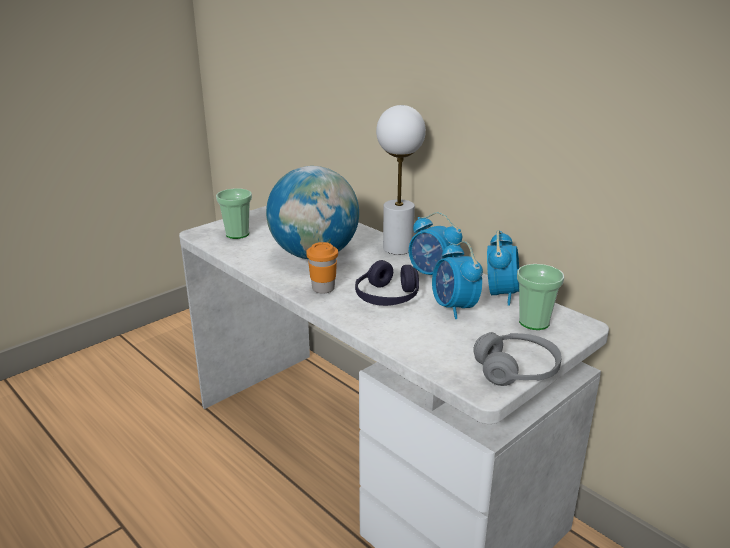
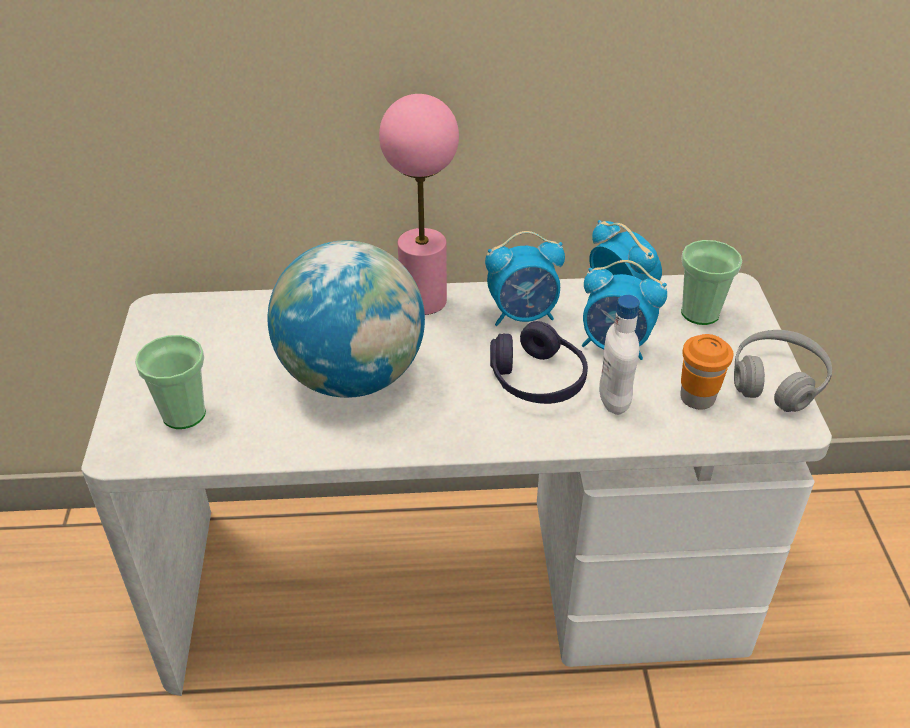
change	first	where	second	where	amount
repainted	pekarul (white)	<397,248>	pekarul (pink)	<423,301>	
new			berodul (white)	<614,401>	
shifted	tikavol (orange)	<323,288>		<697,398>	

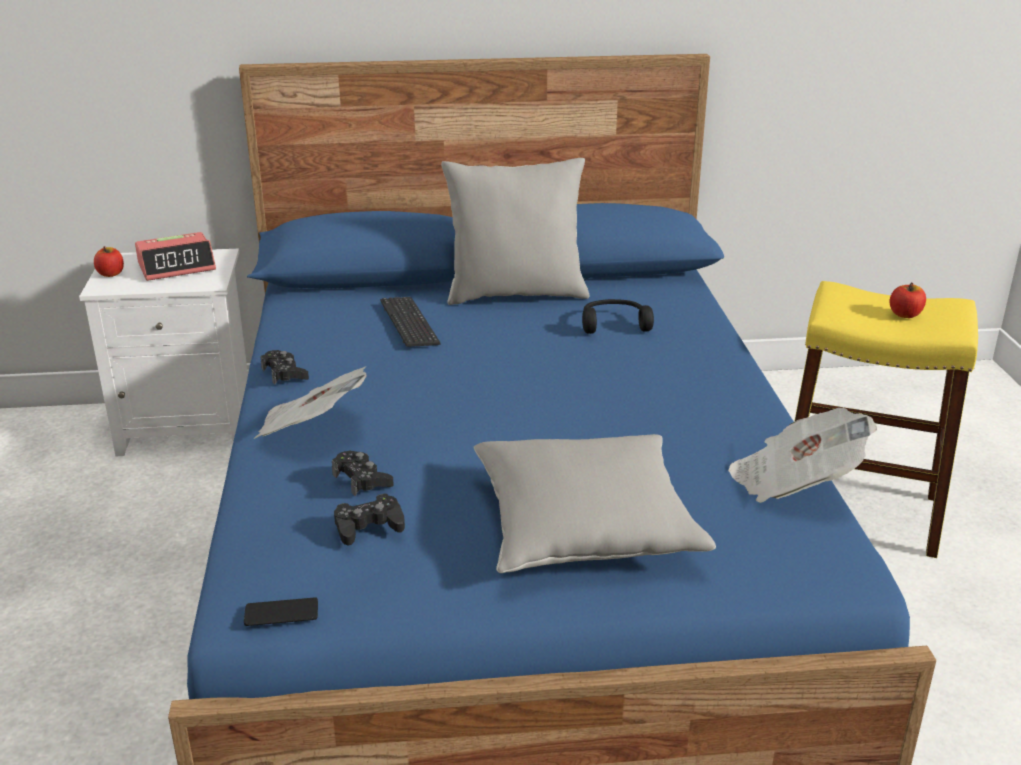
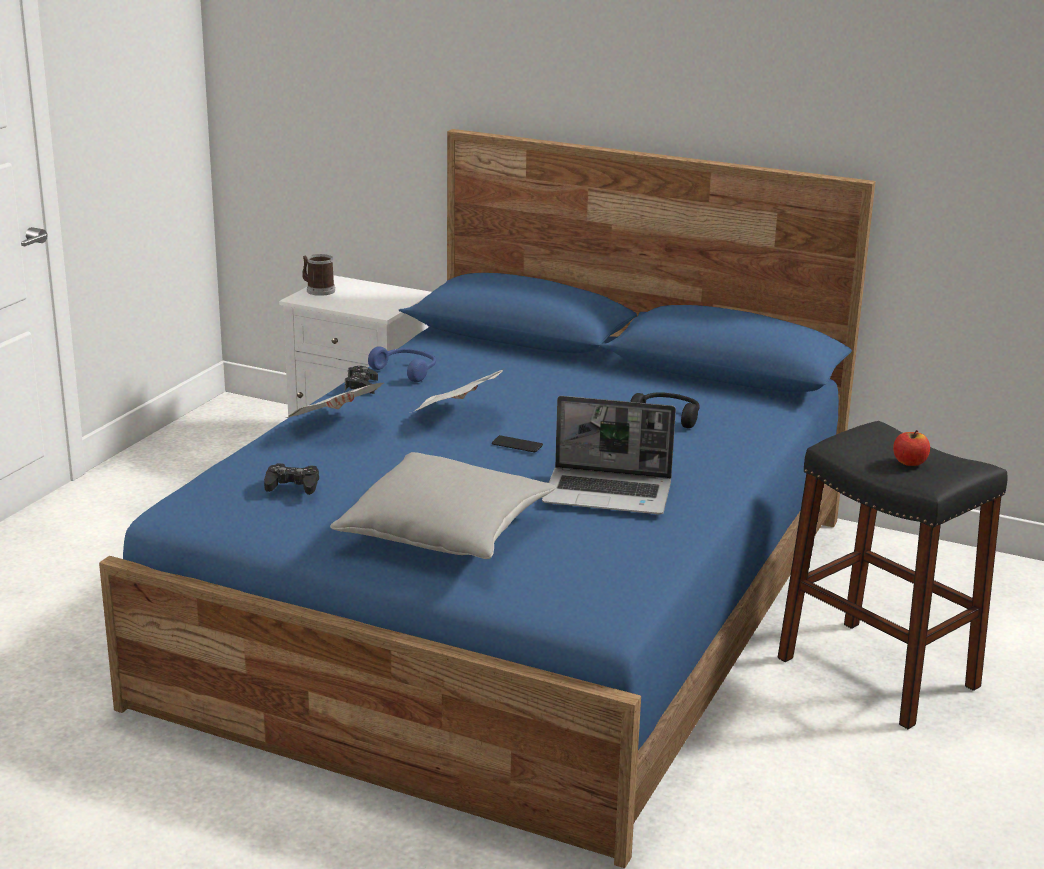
change	first	where	second	where	amount
swapped	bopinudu	<111,274>	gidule	<318,290>	
new			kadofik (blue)	<407,371>	
shifted	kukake	<794,483>		<456,415>	
shifted	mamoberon	<281,613>		<517,445>	
new			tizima	<609,494>	
repainted	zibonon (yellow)	<857,511>	zibonon (black)	<877,672>	
gone	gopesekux	<177,266>			
gone	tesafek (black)	<362,479>			
gone	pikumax	<409,324>			
gone	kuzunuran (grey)	<516,294>			

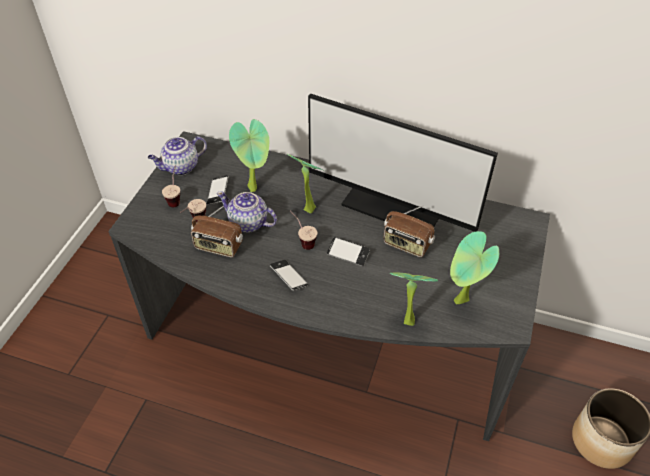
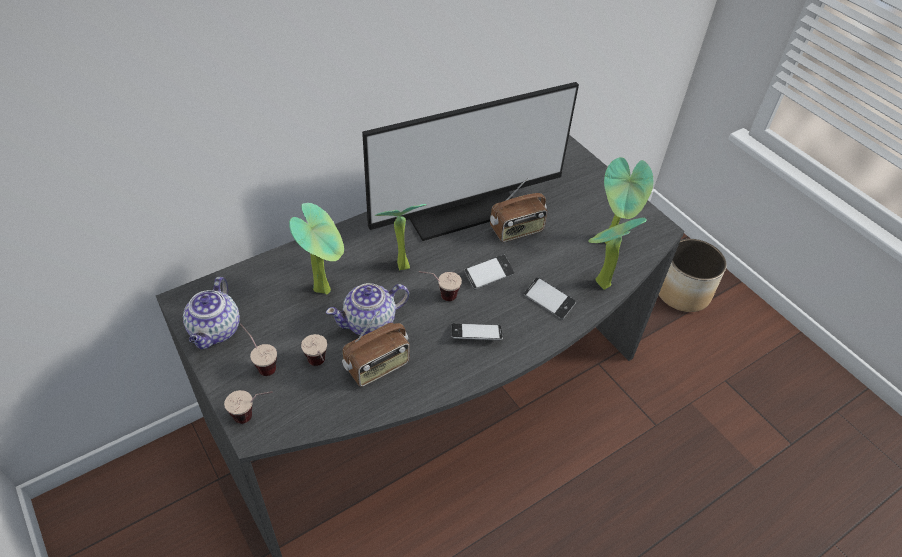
change	first	where	second	where	amount
new			tikavol	<254,416>	
shifted	mamoberon	<218,192>		<548,301>	

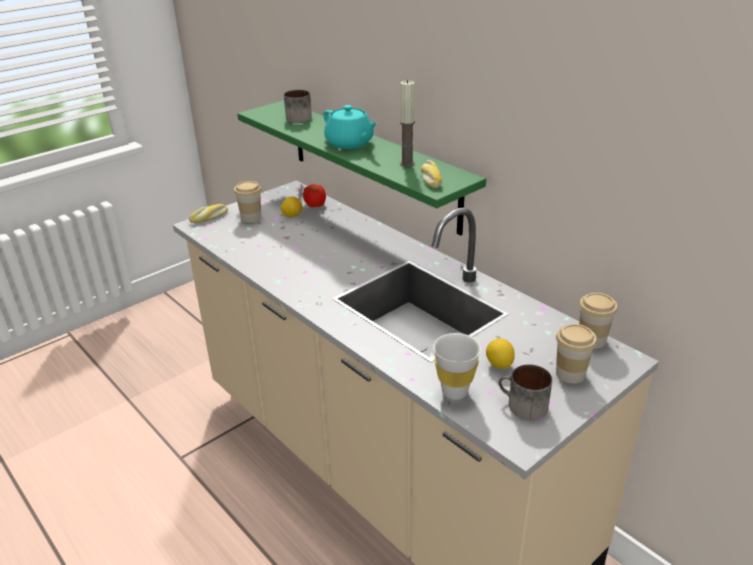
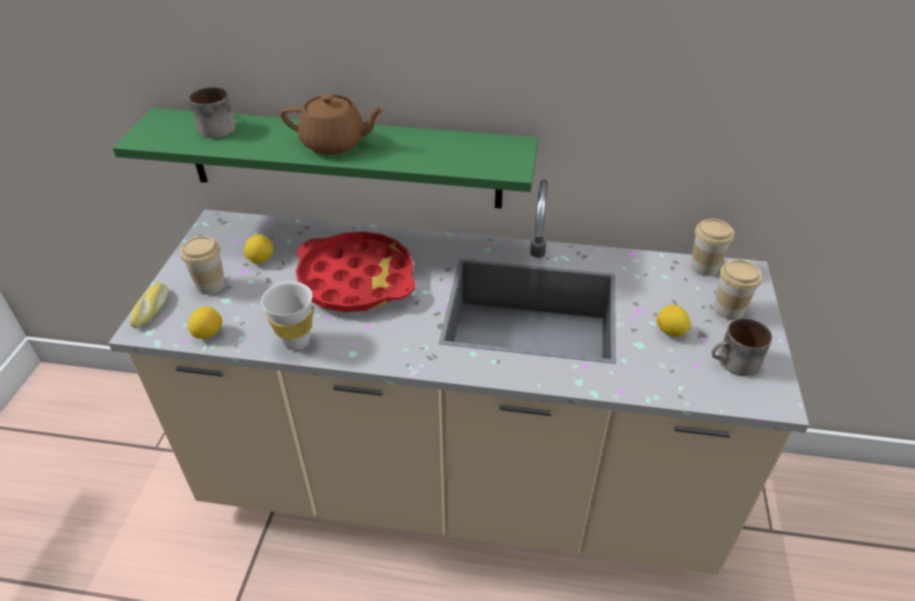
change	first	where	second	where	amount
new			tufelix	<208,333>	
shifted	tikavol (white)	<454,391>		<296,341>	
repainted	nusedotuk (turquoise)	<350,143>	nusedotuk (brown)	<335,143>	
new			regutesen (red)	<356,280>	
gone	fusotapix	<314,205>			
gone	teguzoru	<407,163>			
gone	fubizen	<430,179>			

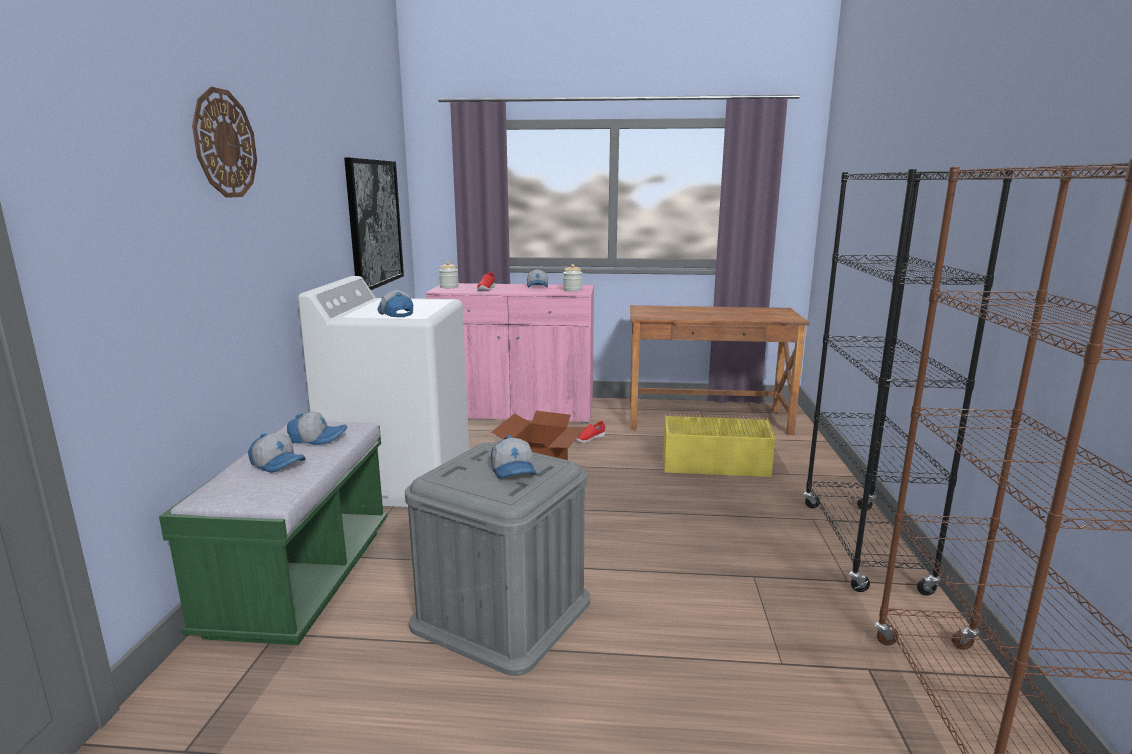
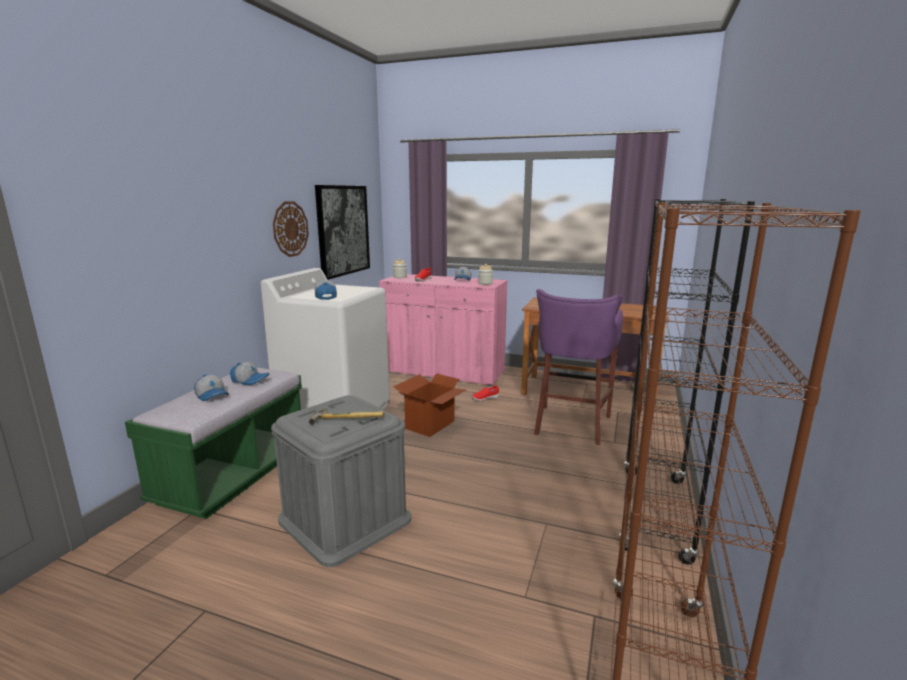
change	first	where	second	where	amount
shifted	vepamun	<224,144>		<290,229>	
swapped	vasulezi	<514,470>	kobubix	<348,418>	
swapped	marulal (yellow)	<711,460>	zibonon (purple)	<571,425>	

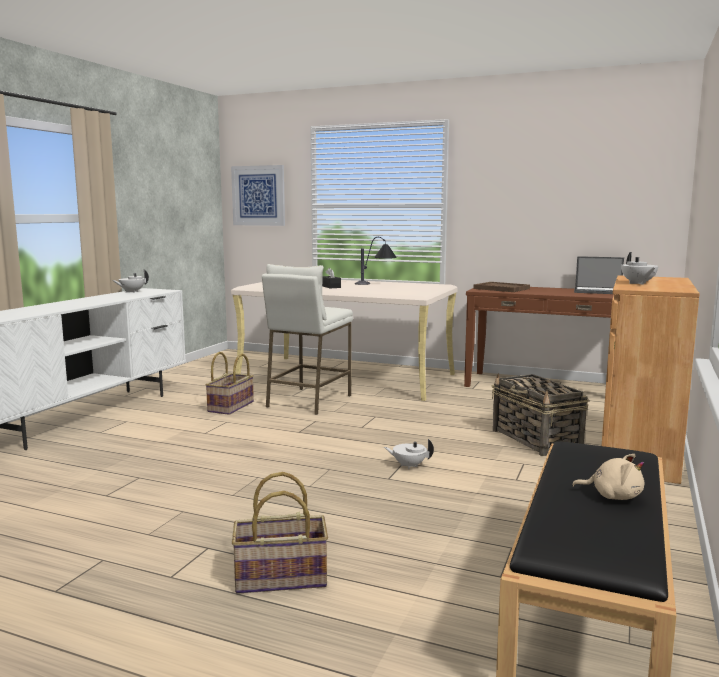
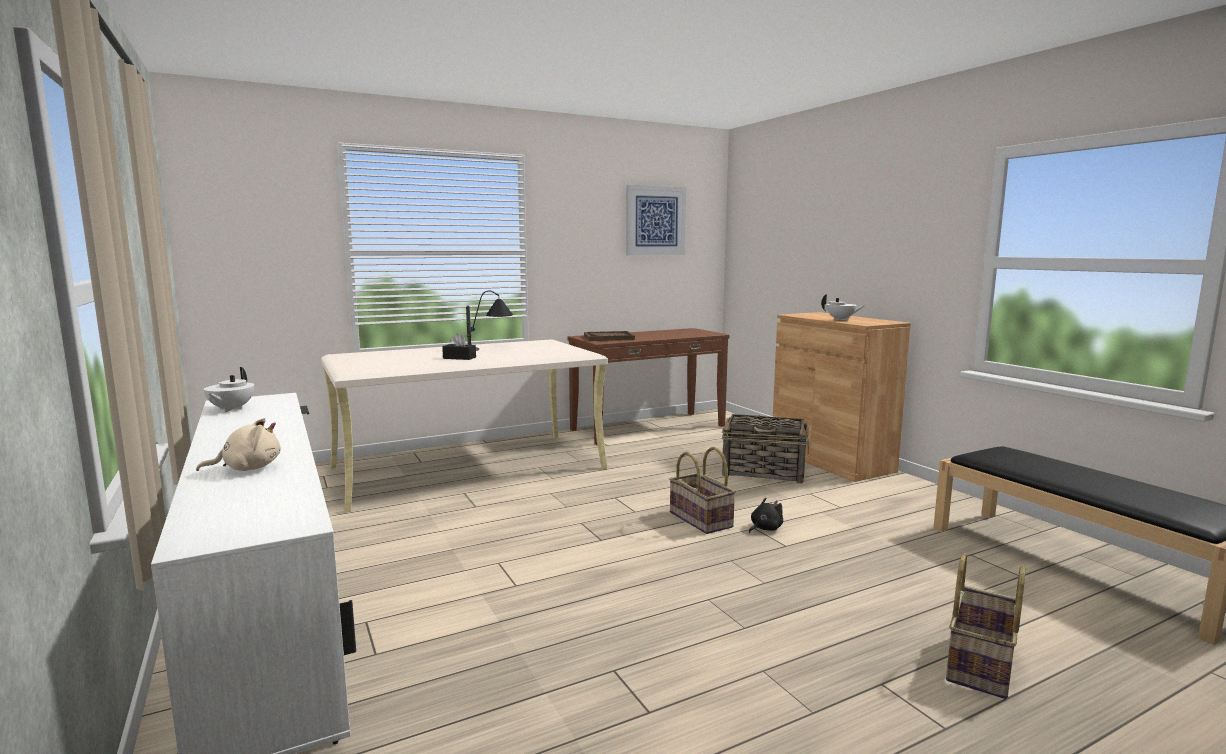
change	first	where	second	where	amount
shifted	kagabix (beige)	<612,496>		<248,468>	
shifted	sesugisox	<258,195>		<655,221>	
shifted	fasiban	<231,407>		<701,519>	
swapped	nusedotuk (white)	<409,466>	kagabix (black)	<765,528>	
gone	zibonon (white)	<308,401>			
gone	tizima	<599,291>			

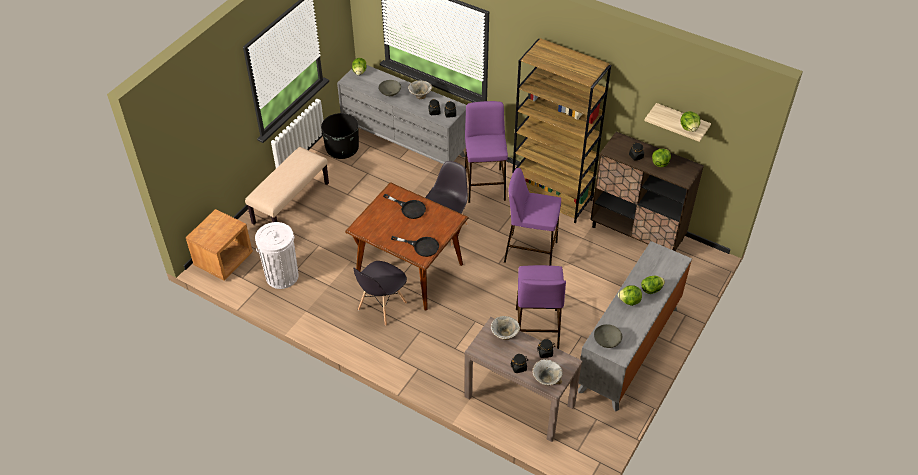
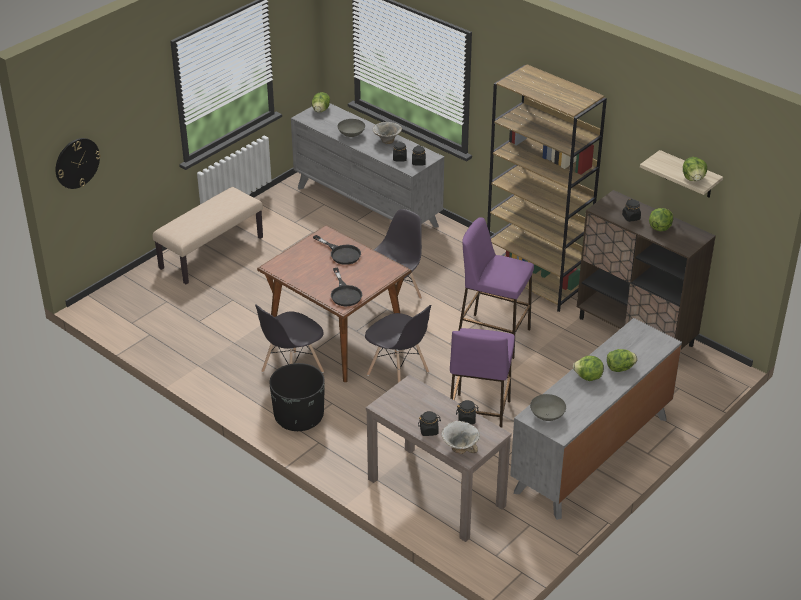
change	first	where	second	where	amount
new			vepamun	<77,163>	
shifted	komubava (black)	<342,149>		<299,417>	
rotated	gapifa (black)	<421,246>		<345,293>	45 degrees clockwise
new			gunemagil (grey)	<398,374>	
gone	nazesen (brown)	<224,260>			
gone	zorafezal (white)	<282,276>			
gone	zibonon (purple)	<484,185>			
gone	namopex	<504,335>			

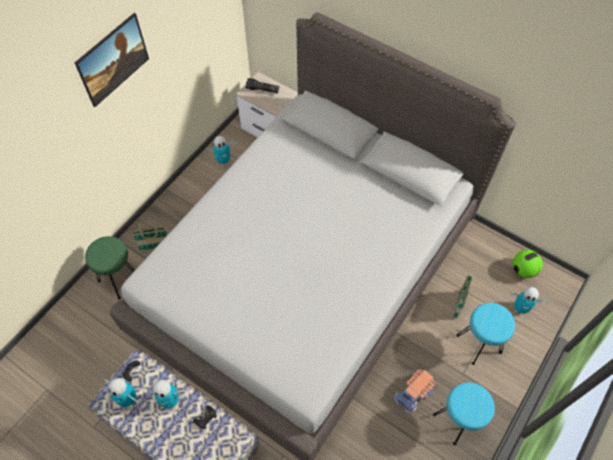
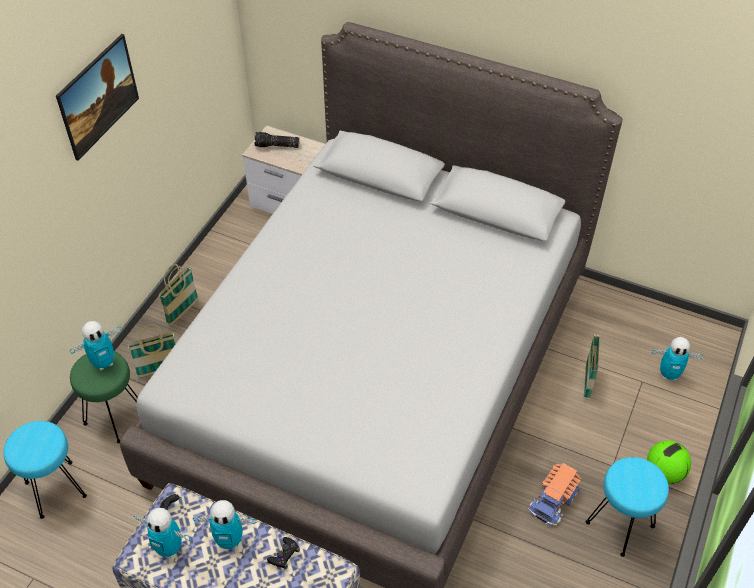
change	first	where	second	where	amount
shifted	zibonon (turquoise)	<478,343>		<56,488>	
shifted	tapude	<223,161>		<104,363>	
new			fasiban	<182,312>	
shifted	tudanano	<523,270>		<664,472>	

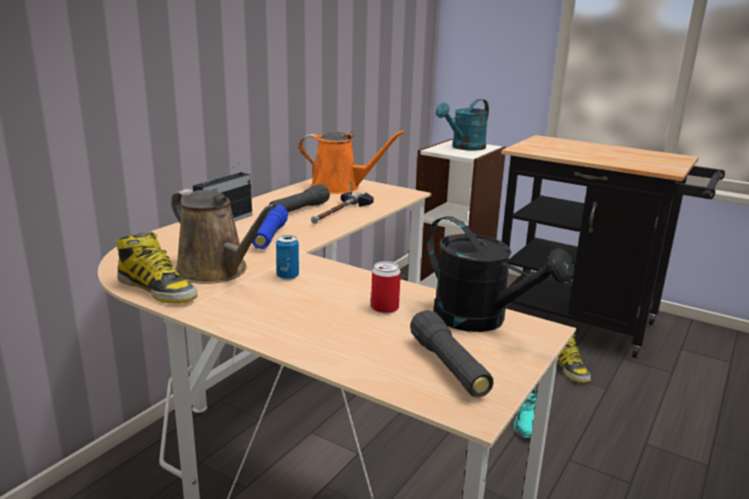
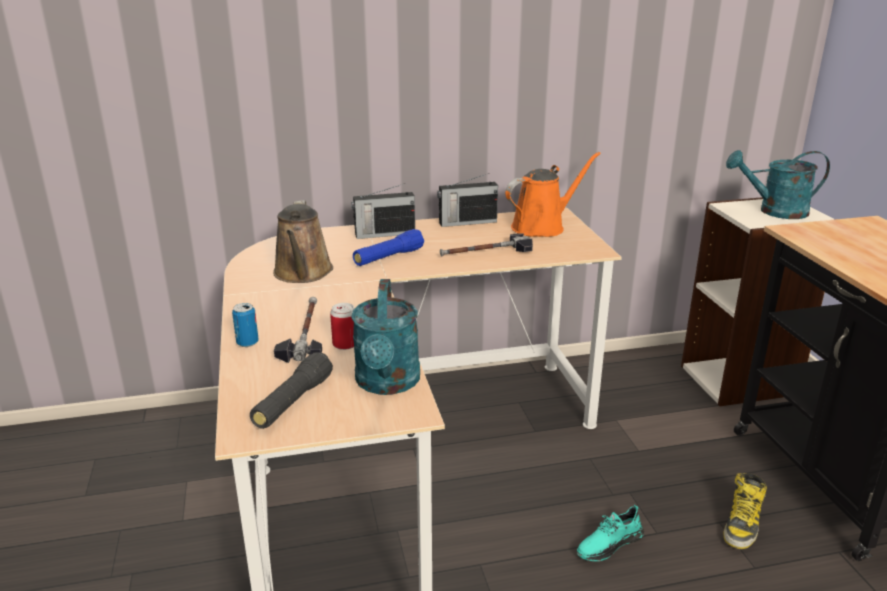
change	first	where	second	where	amount
shifted	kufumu	<288,276>		<247,343>	
new			kobubix	<304,333>	
repainted	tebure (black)	<481,320>	tebure (turquoise)	<387,384>	
new			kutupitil	<466,222>	
rotated	tebure (orange)	<340,187>		<542,226>	90 degrees counterclockwise
gone	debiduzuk	<158,289>			
gone	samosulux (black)	<299,210>			

